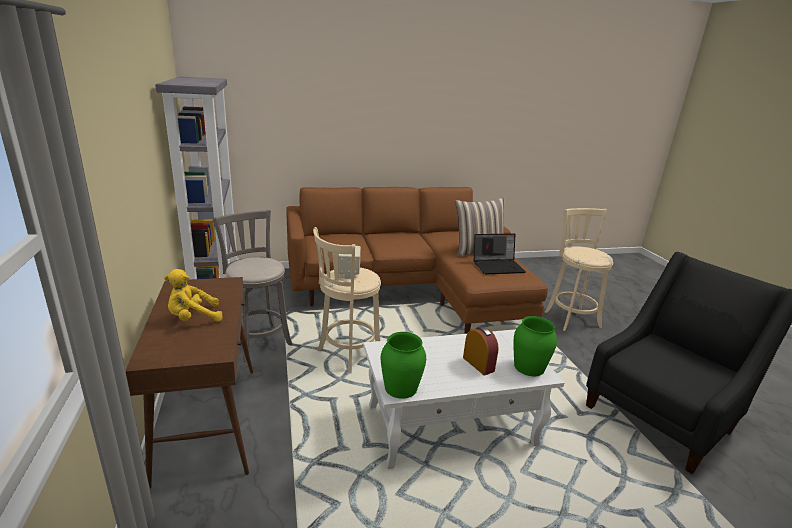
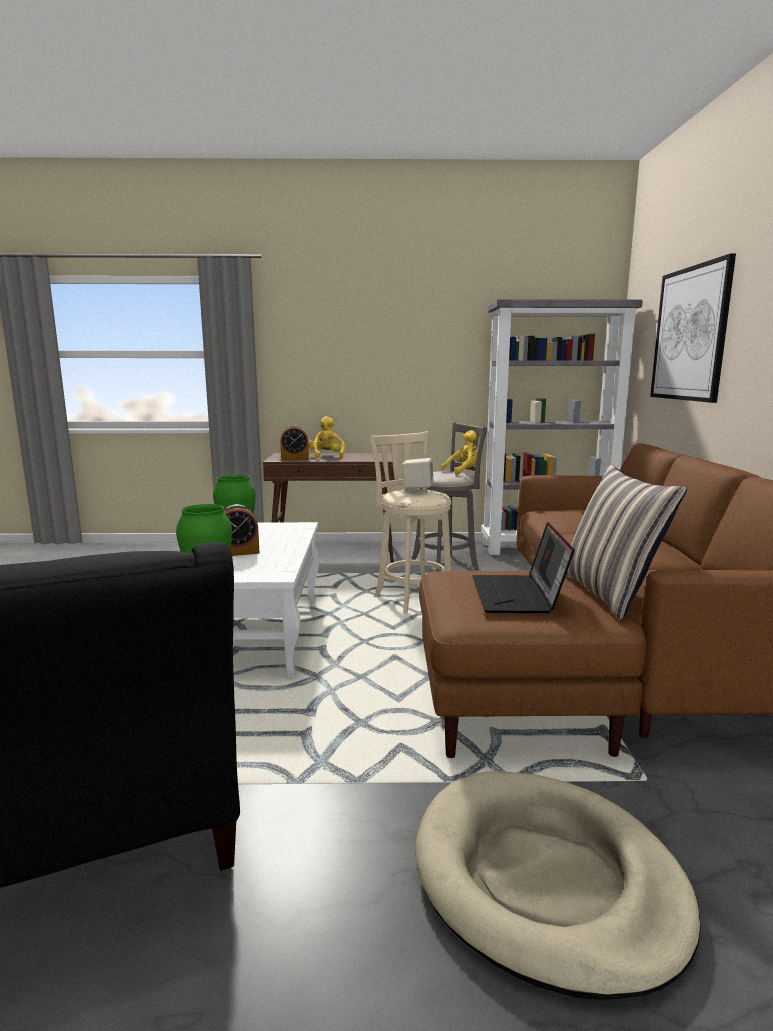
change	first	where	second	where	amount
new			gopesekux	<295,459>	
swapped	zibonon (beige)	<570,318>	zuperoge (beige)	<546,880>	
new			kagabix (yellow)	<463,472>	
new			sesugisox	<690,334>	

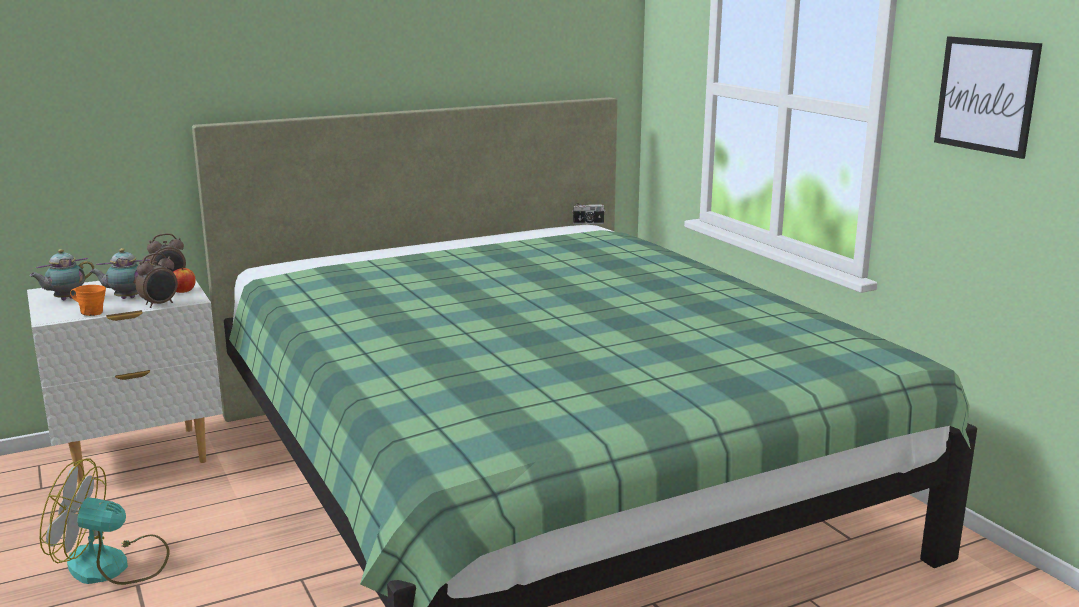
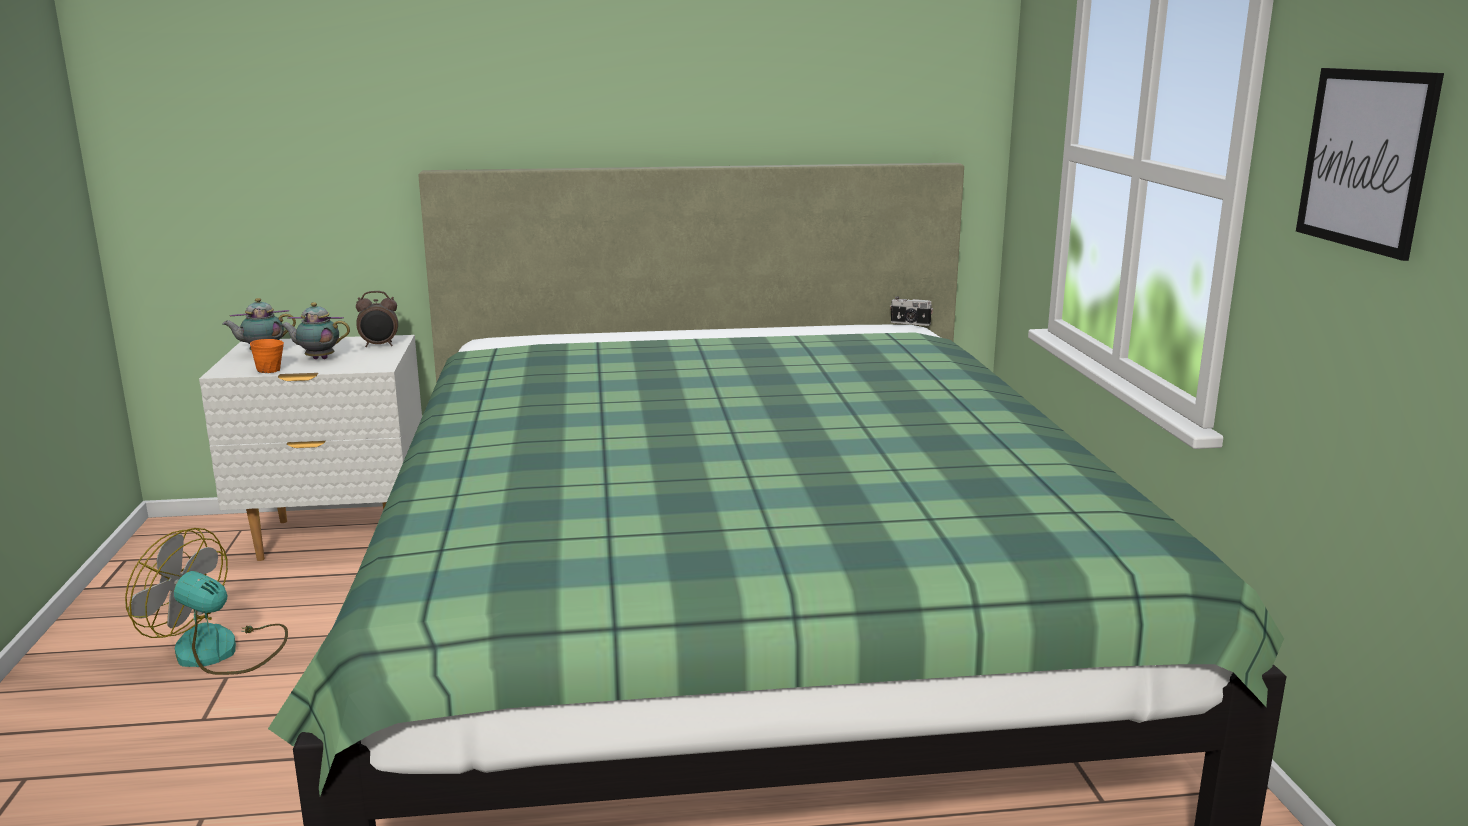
change	first	where	second	where	amount
gone	gopesekux	<160,304>			
gone	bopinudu	<183,291>			

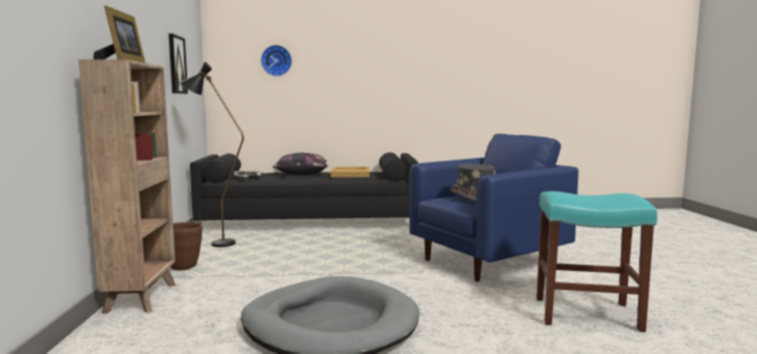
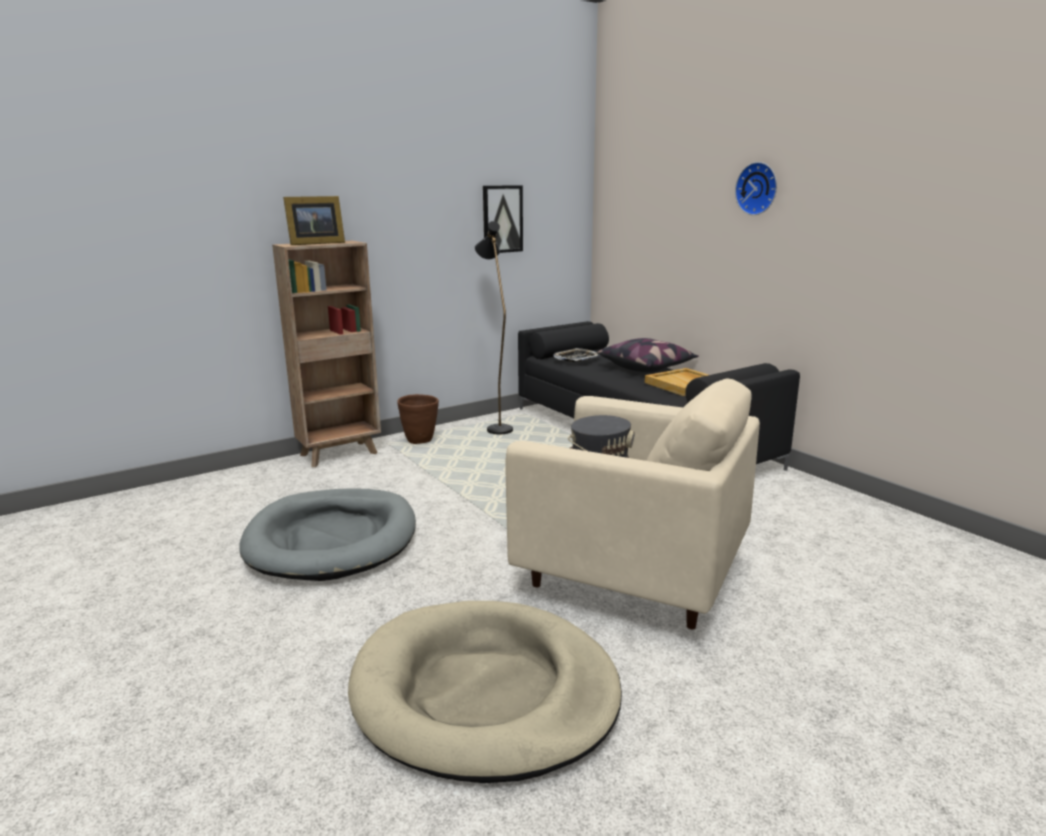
change	first	where	second	where	amount
swapped	zibonon (turquoise)	<588,313>	zuperoge (beige)	<485,693>	
repainted	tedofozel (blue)	<488,261>	tedofozel (beige)	<630,577>	
shifted	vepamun	<276,60>		<758,188>	

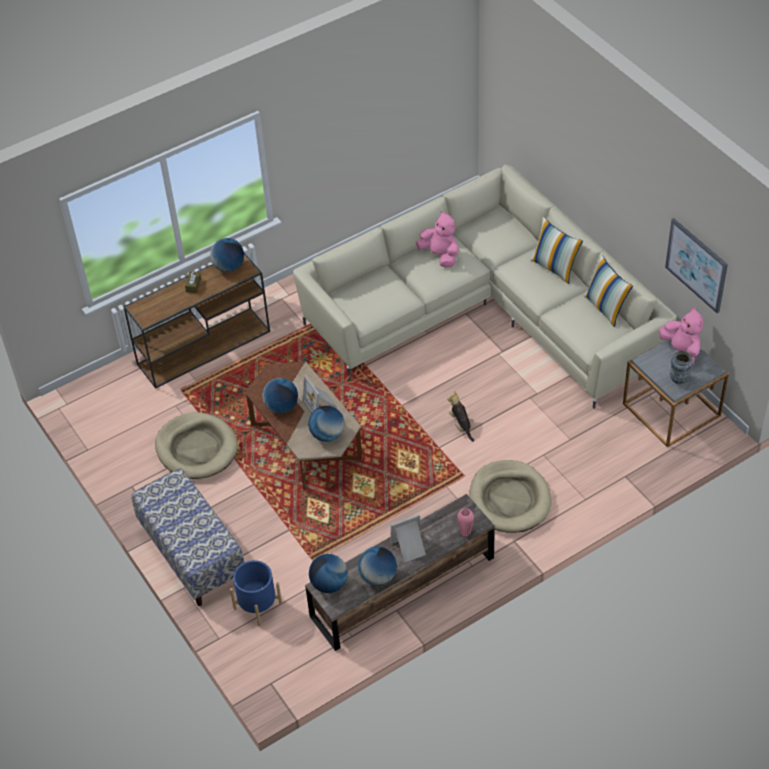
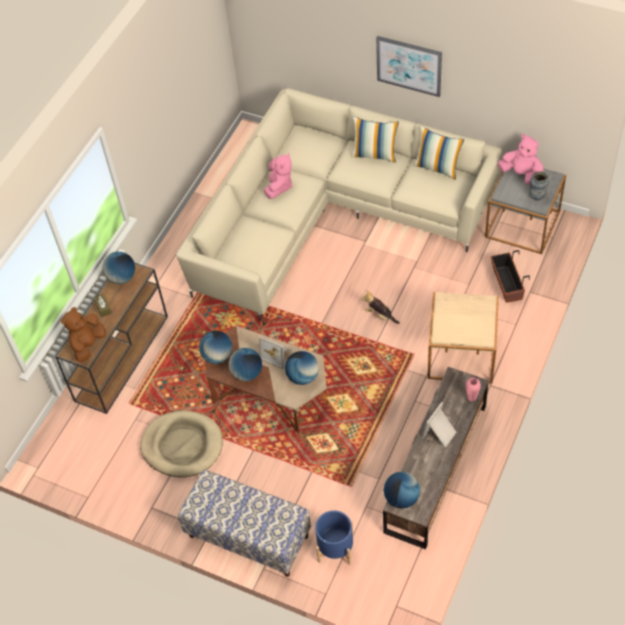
change	first	where	second	where	amount
new			kagabix (brown)	<88,345>	
shifted	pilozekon	<378,577>		<217,356>	
rotated	kagabix (pink)	<440,255>		<279,186>	90 degrees clockwise
shifted	sesugisox	<696,265>		<409,66>	
swapped	zuperoge (beige)	<509,499>	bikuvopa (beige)	<461,354>	
new			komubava	<506,284>	

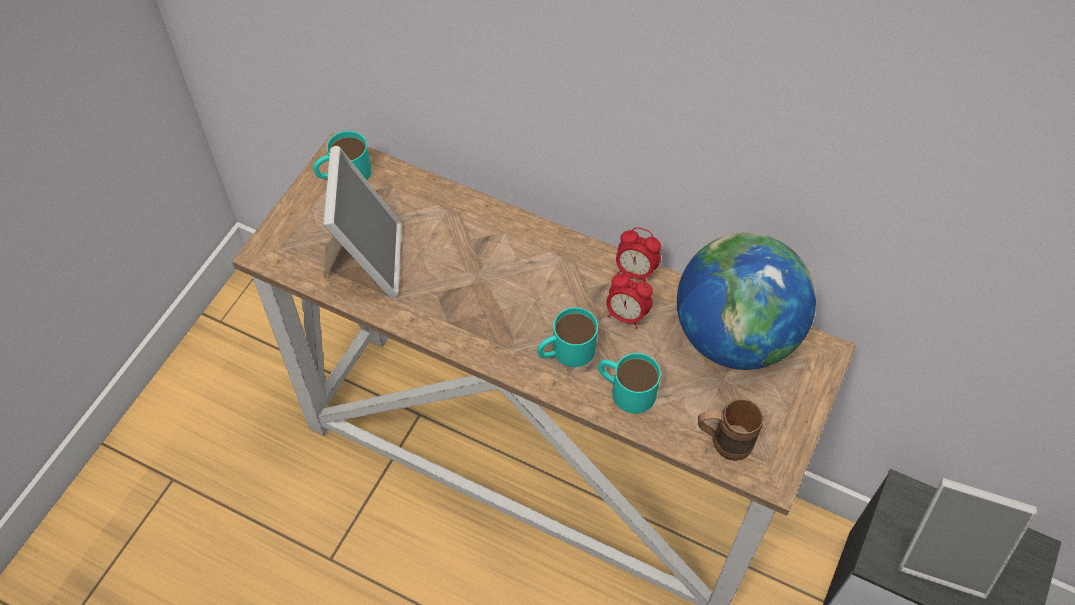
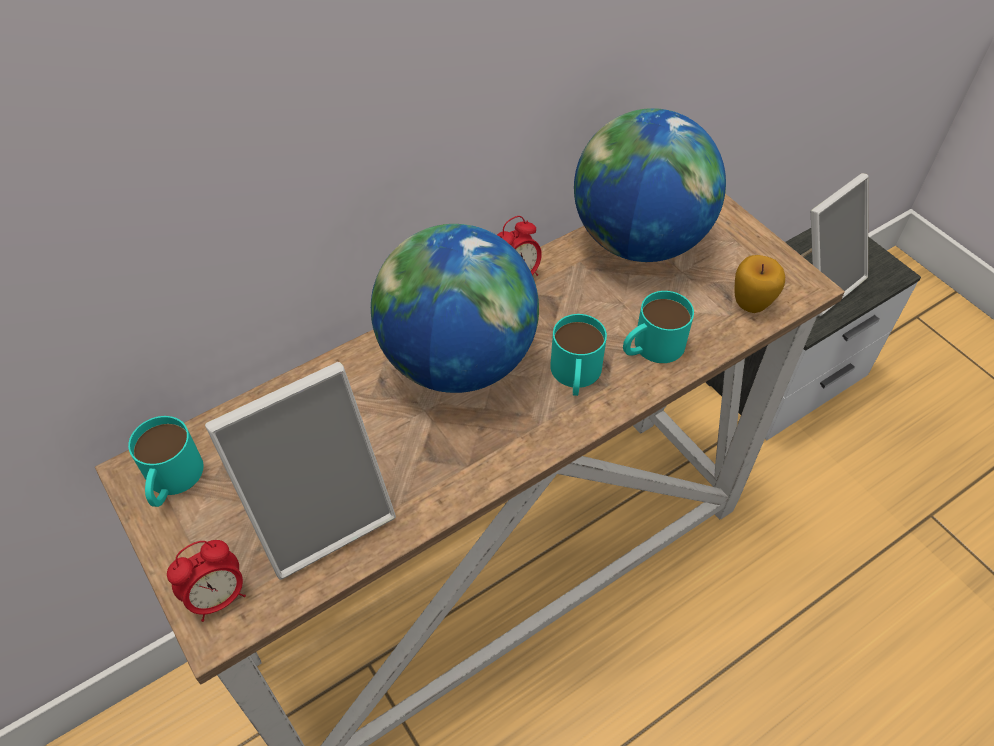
change	first	where	second	where	amount
shifted	gopesekux	<626,315>		<218,597>	
rotated	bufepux	<366,260>		<320,512>	120 degrees clockwise
new			pilozekon	<457,360>	
swapped	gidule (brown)	<722,443>	bopinudu	<751,303>	

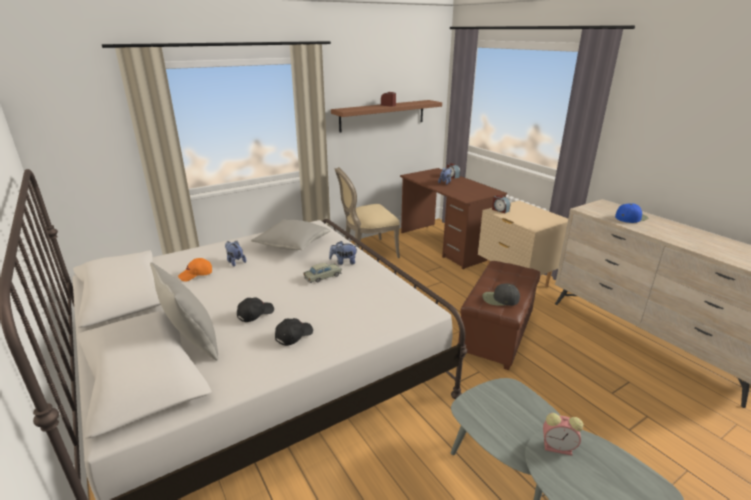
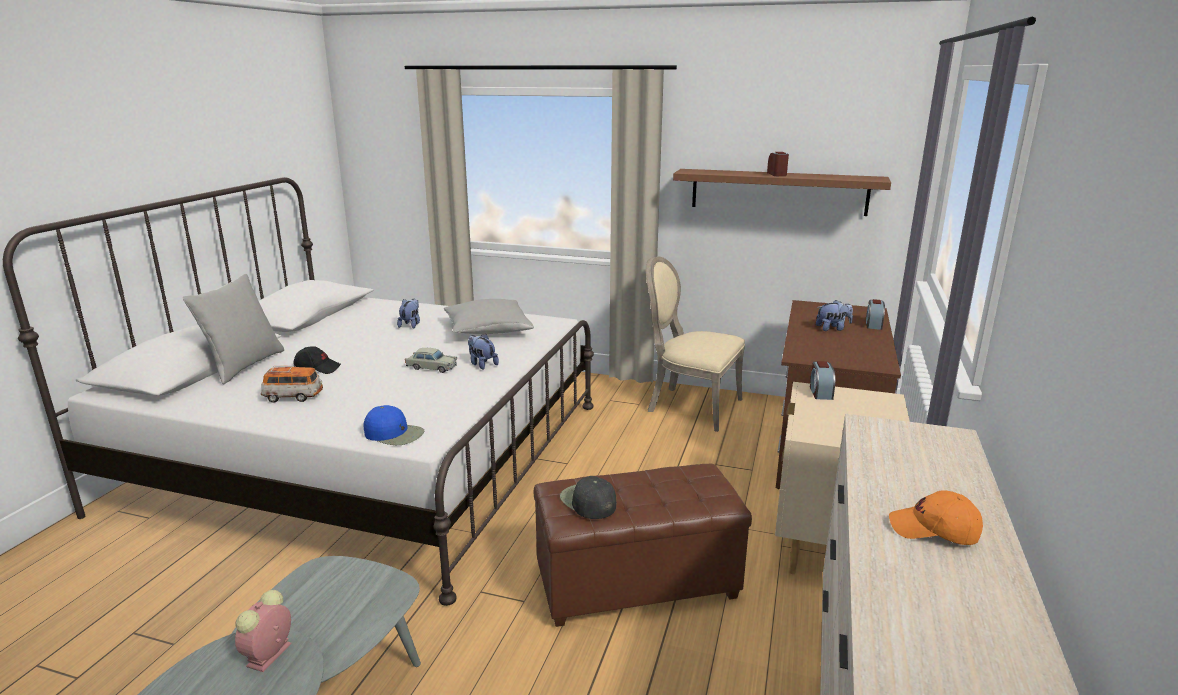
change	first	where	second	where	amount
rotated	gopesekux	<559,447>		<268,656>	45 degrees clockwise
swapped	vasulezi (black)	<294,335>	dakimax	<293,397>	
shifted	vasulezi (blue)	<630,217>		<394,433>	
shifted	vasulezi (orange)	<196,275>		<933,531>	

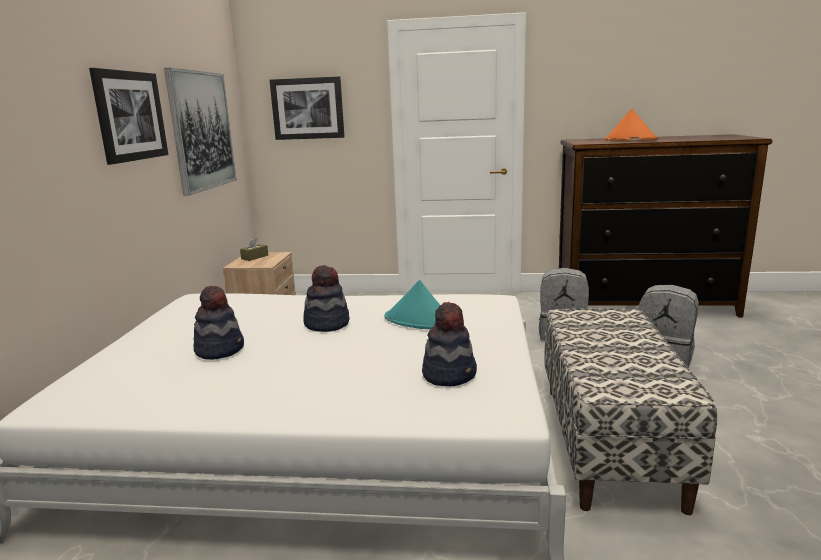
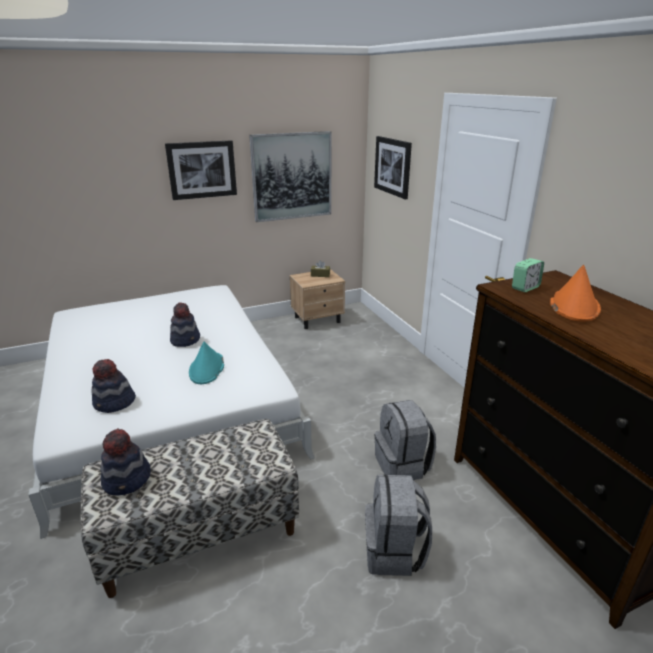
change	first	where	second	where	amount
shifted	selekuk	<220,349>		<127,480>	
new			gopesekux	<525,288>	

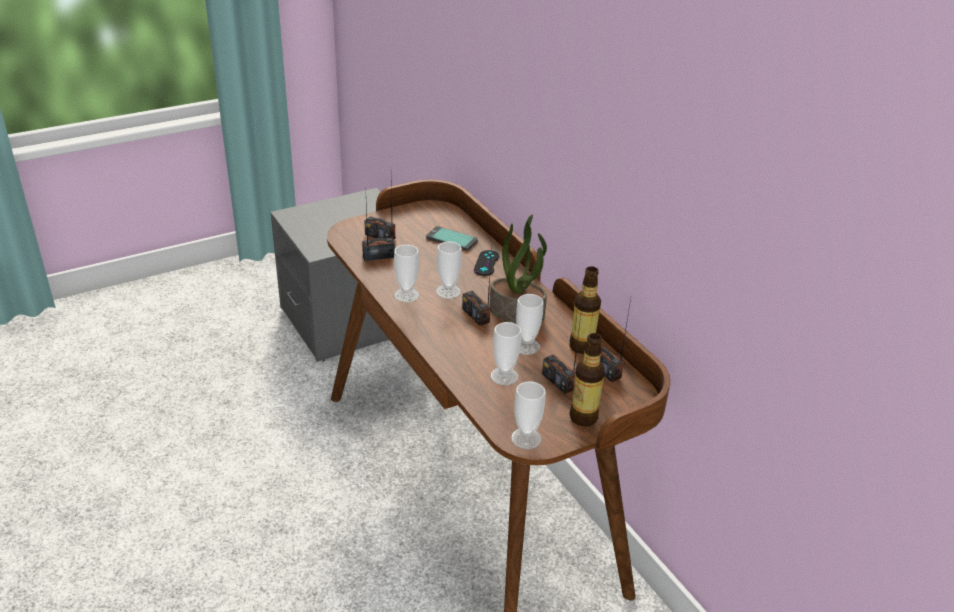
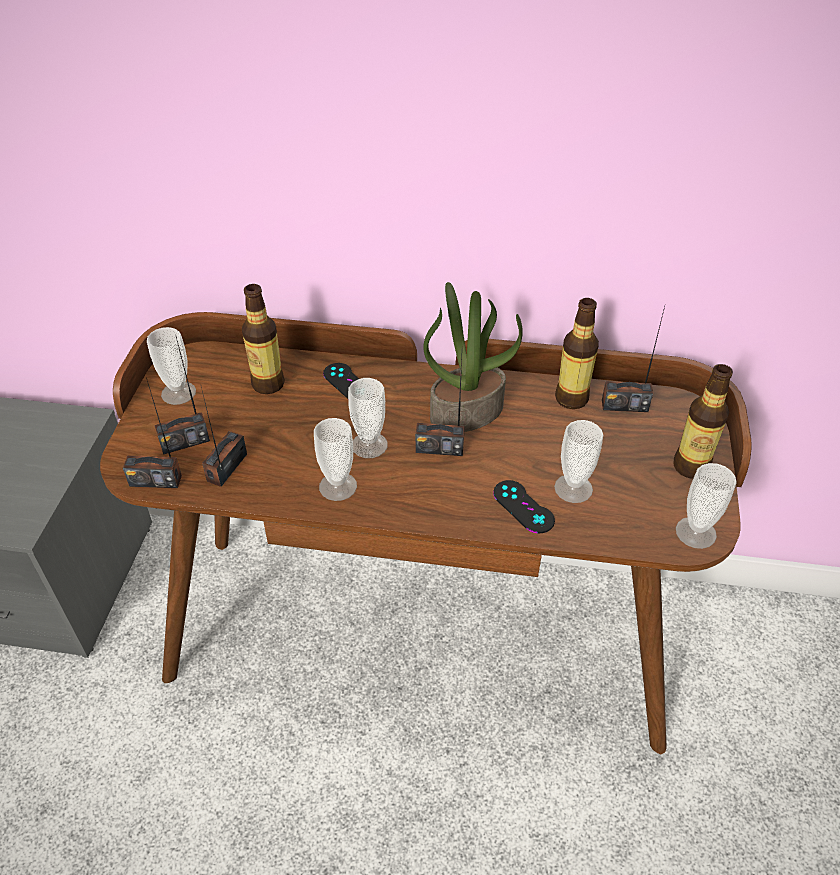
change	first	where	second	where	amount
shifted	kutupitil	<558,381>		<155,480>	
shifted	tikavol	<526,346>		<178,393>	
swapped	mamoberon	<451,239>	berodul	<268,384>	
new			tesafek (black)	<523,507>	

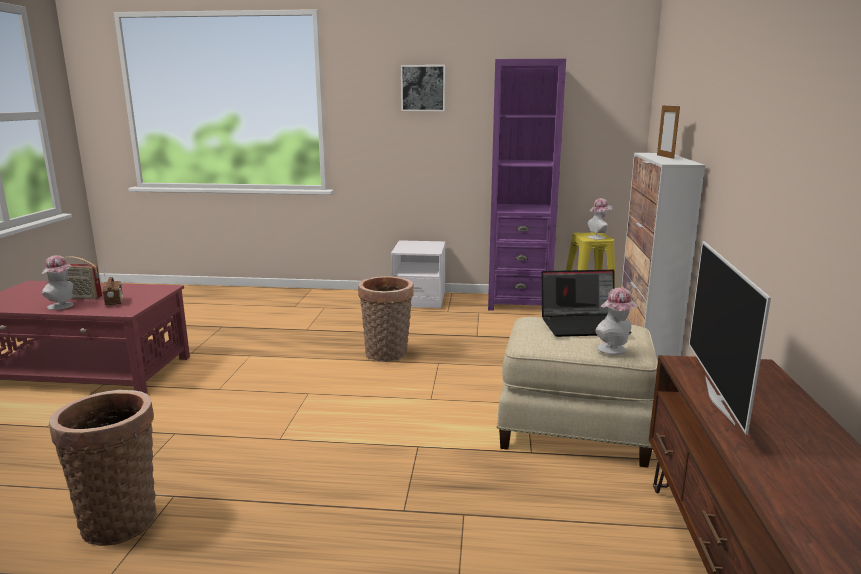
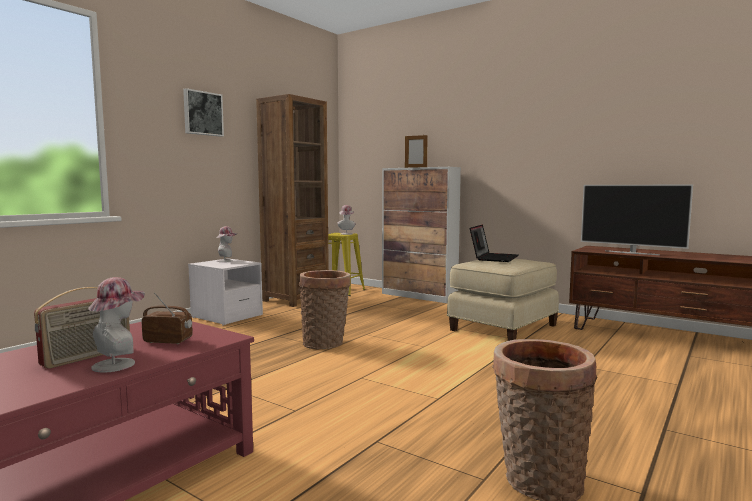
change	first	where	second	where	amount
shifted	selekuk	<614,350>		<227,261>	
repainted	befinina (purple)	<518,303>	befinina (brown)	<295,299>	

